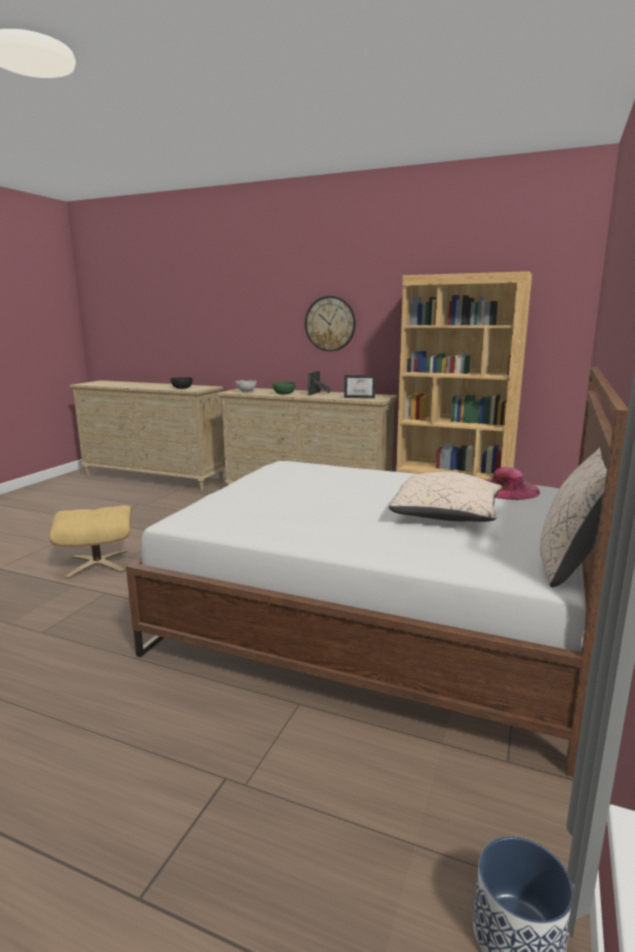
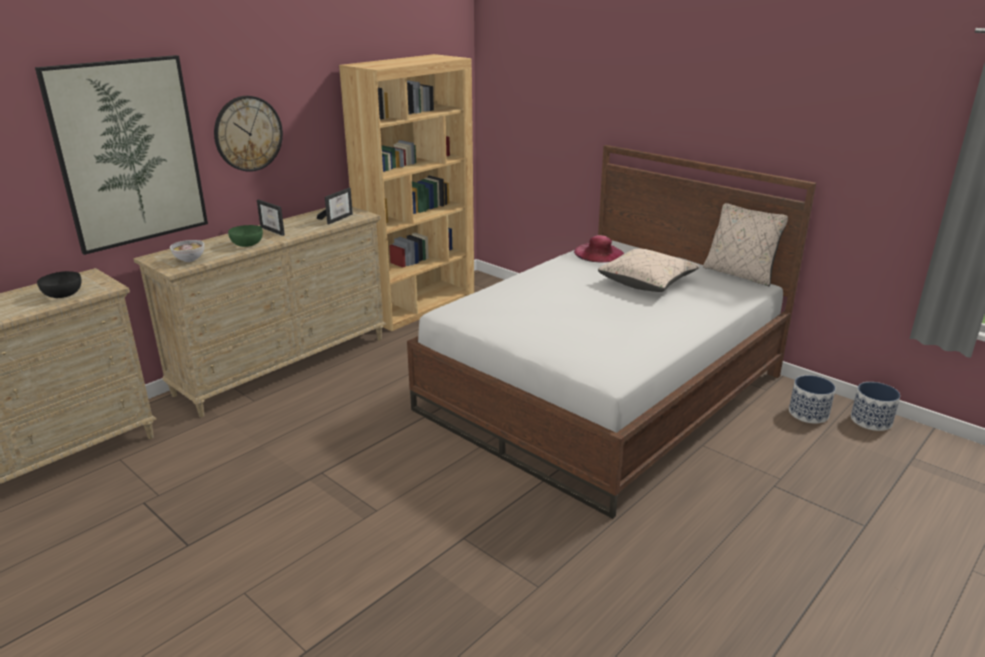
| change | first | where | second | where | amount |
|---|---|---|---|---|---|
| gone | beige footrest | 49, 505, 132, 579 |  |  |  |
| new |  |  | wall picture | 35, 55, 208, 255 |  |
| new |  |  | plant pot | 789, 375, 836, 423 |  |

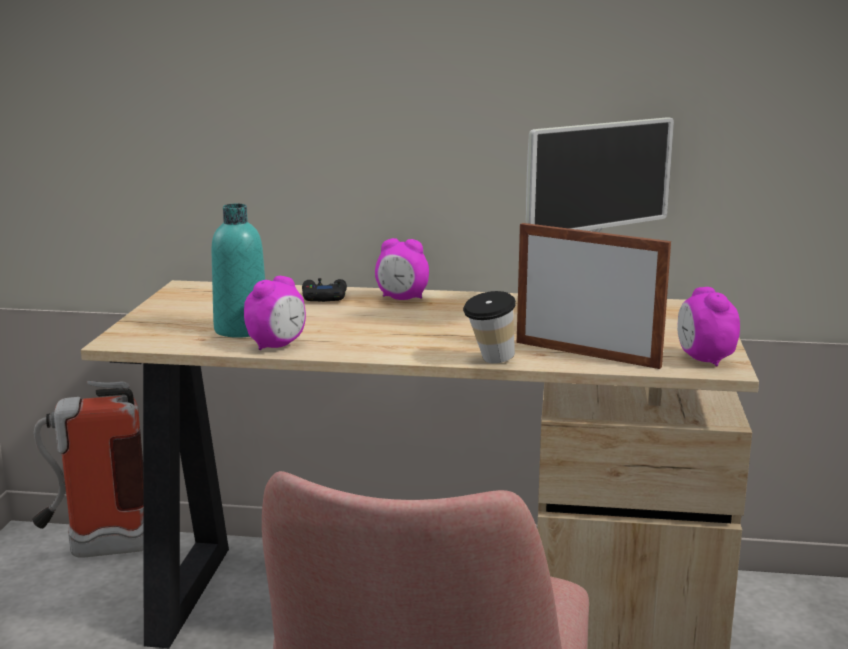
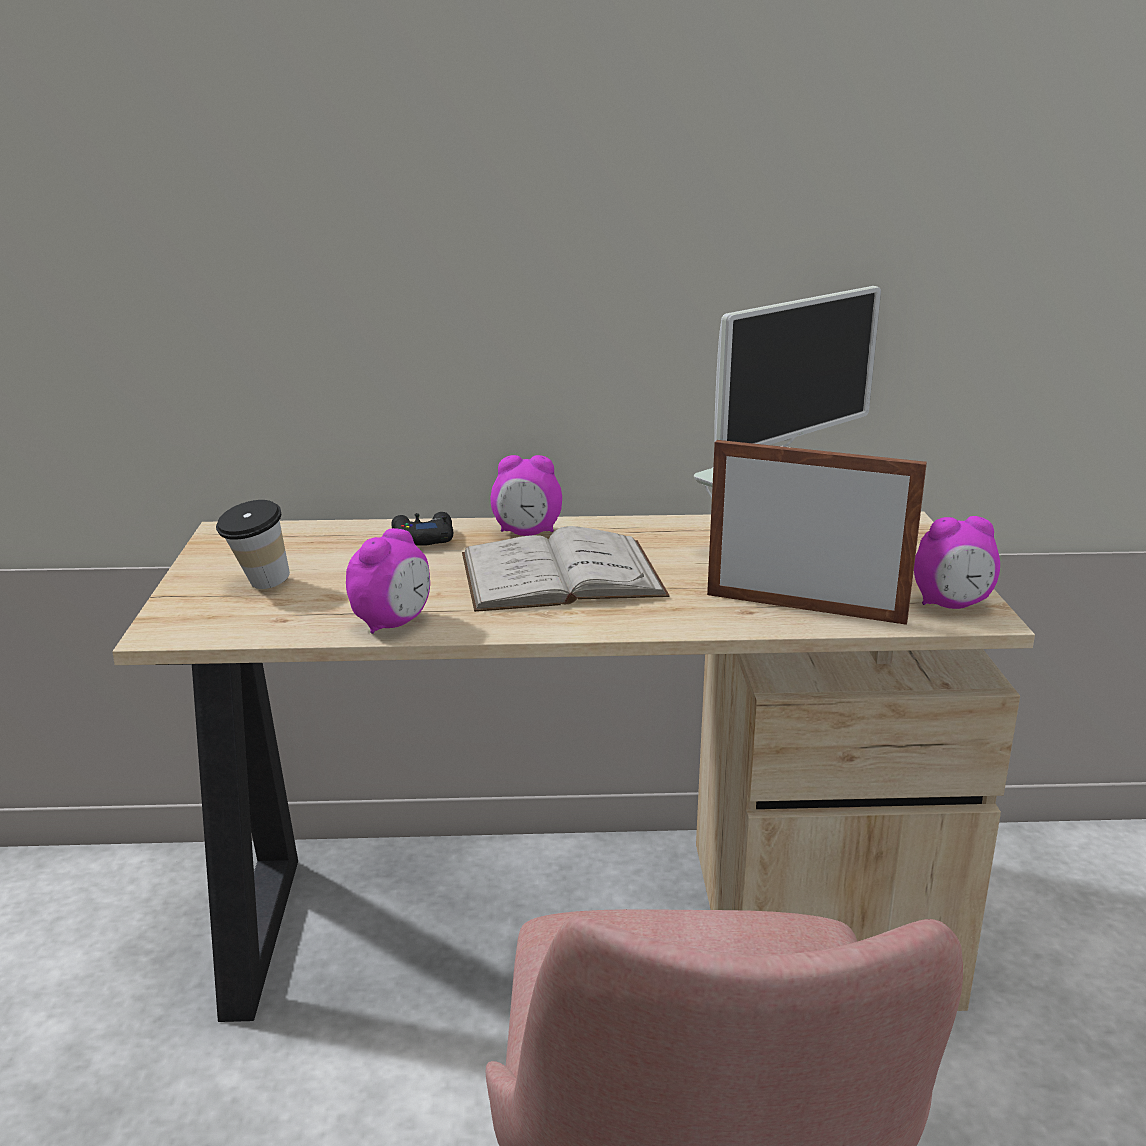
| change | first | where | second | where | amount |
|---|---|---|---|---|---|
| gone | fire extinguisher | 32, 381, 144, 558 |  |  |  |
| gone | blue-green drink bottle | 211, 204, 265, 338 |  |  |  |
| new |  |  | whitish book | 462, 526, 670, 612 |  |
| shifted | small cup | 463, 291, 516, 363 |  | 216, 500, 290, 589 |  |
| rotated | alarm clock | 677, 287, 740, 366 |  | 914, 516, 1000, 609 | 75 degrees counterclockwise |

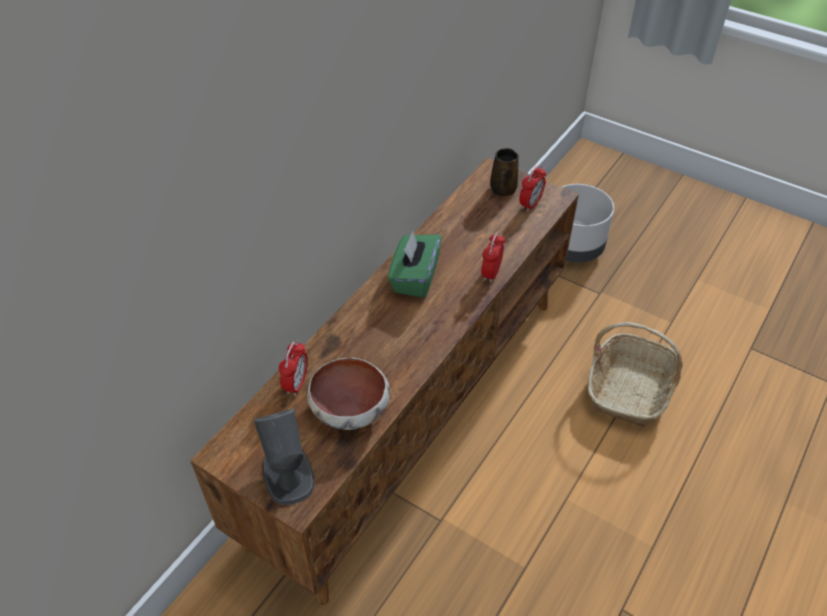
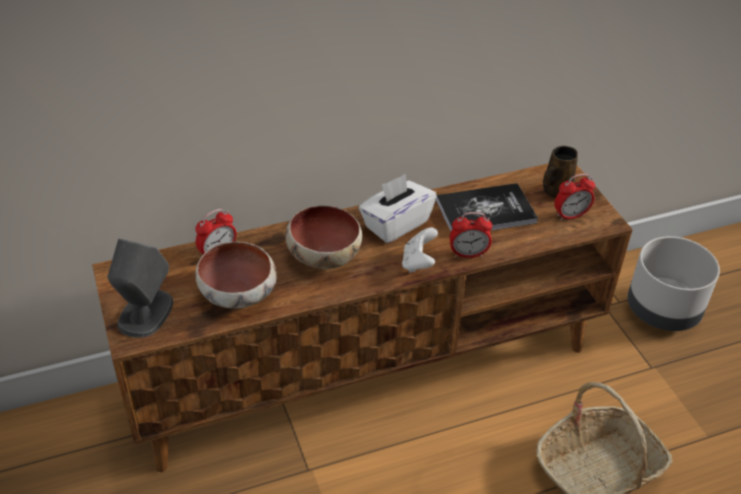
| change | first | where | second | where | amount |
|---|---|---|---|---|---|
| new |  |  | deep dish | 285, 206, 362, 269 |  |
| new |  |  | whitish joypad | 402, 228, 438, 273 |  |
| new |  |  | book | 436, 183, 538, 231 |  |
| repainted | green tissue holder | 388, 231, 442, 298 | whitish tissue holder | 359, 174, 437, 243 |  |
| rotated | alarm clock | 481, 233, 505, 283 |  | 450, 212, 492, 258 | 150 degrees counterclockwise |

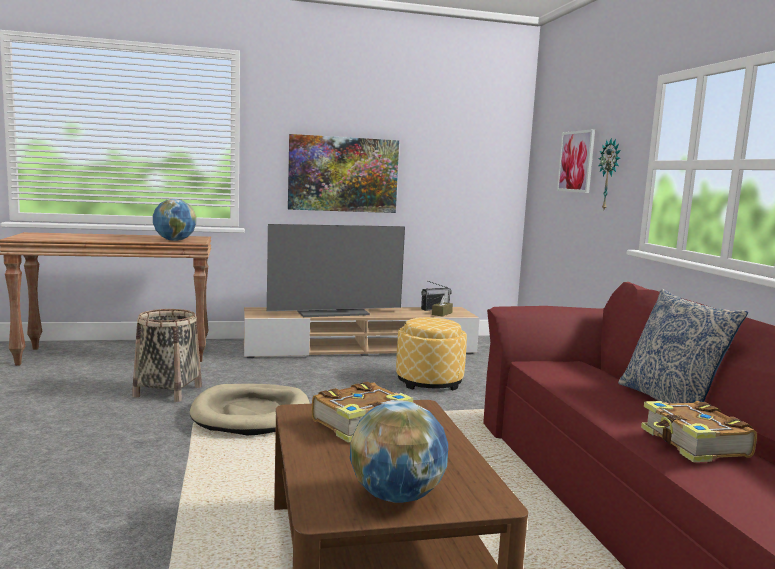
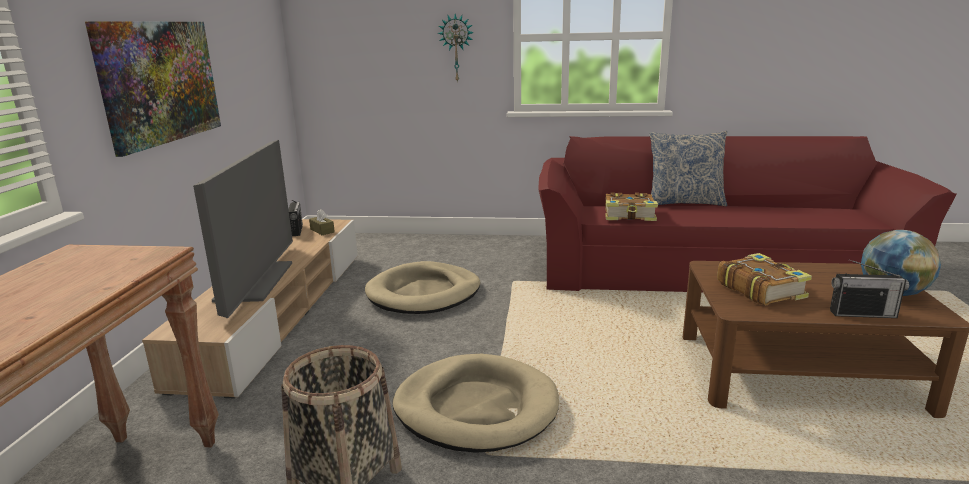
| change | first | where | second | where | amount |
|---|---|---|---|---|---|
| gone | globe | 153, 199, 196, 241 |  |  |  |
| gone | wall picture | 557, 129, 595, 193 |  |  |  |
| new |  |  | radio | 830, 260, 909, 318 |  |
| shifted | book | 641, 401, 757, 462 |  | 605, 193, 658, 221 |  |
| swapped | footrest | 396, 317, 467, 390 | beige pet bed | 365, 261, 481, 314 |  |

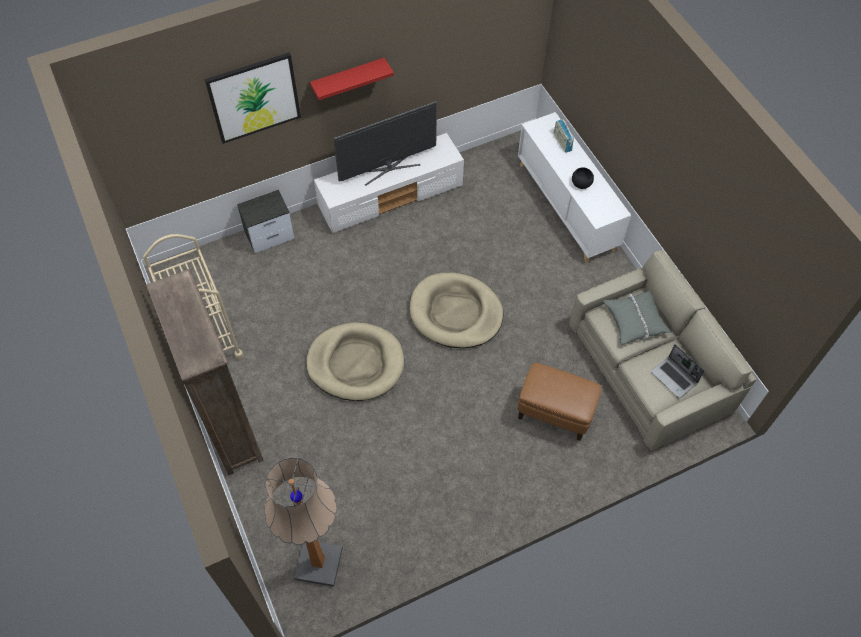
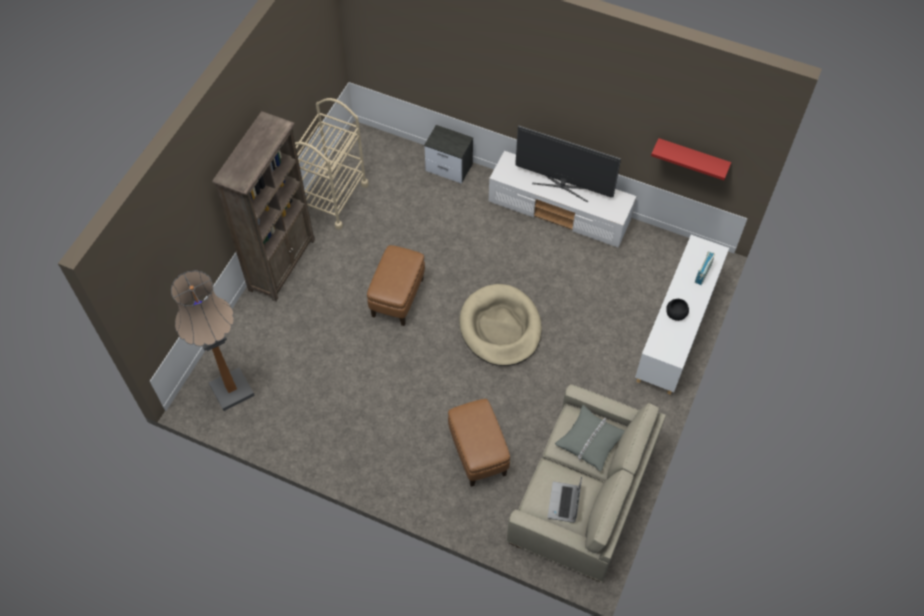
| change | first | where | second | where | amount |
|---|---|---|---|---|---|
| gone | wall picture | 204, 53, 301, 144 |  |  |  |
| shifted | red bracket shelf | 310, 58, 394, 100 |  | 651, 138, 731, 180 |  |
| swapped | beige pet bed | 306, 322, 404, 401 | brown-coloured footrest | 367, 245, 425, 326 |  |

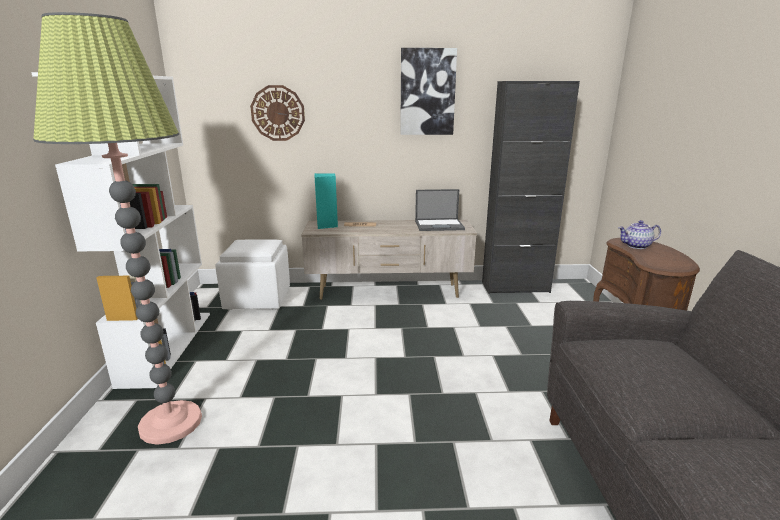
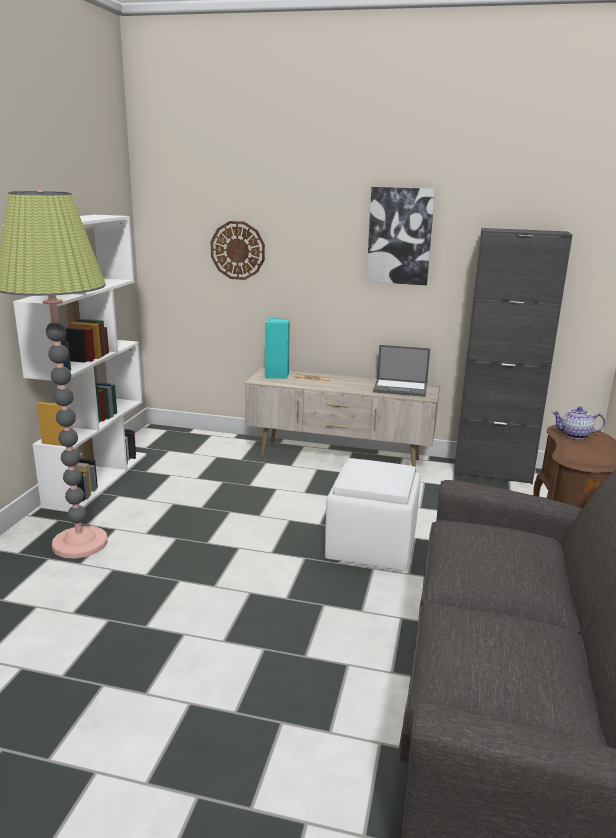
| change | first | where | second | where | amount |
|---|---|---|---|---|---|
| shifted | whitish footrest | 216, 239, 290, 310 |  | 325, 458, 420, 571 |  |

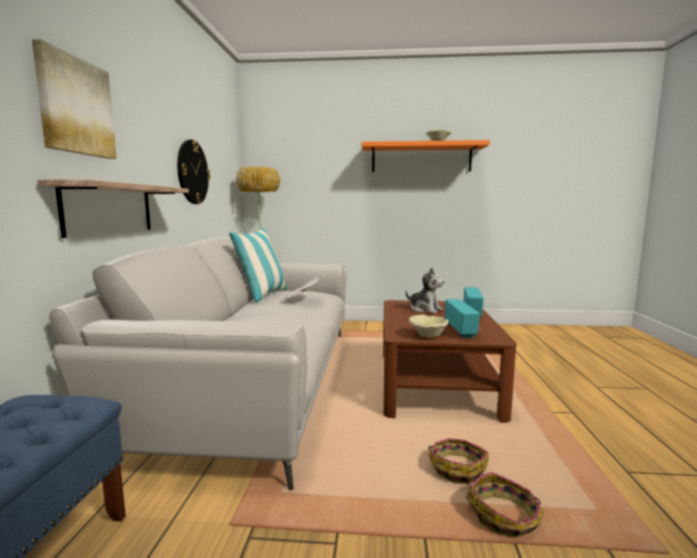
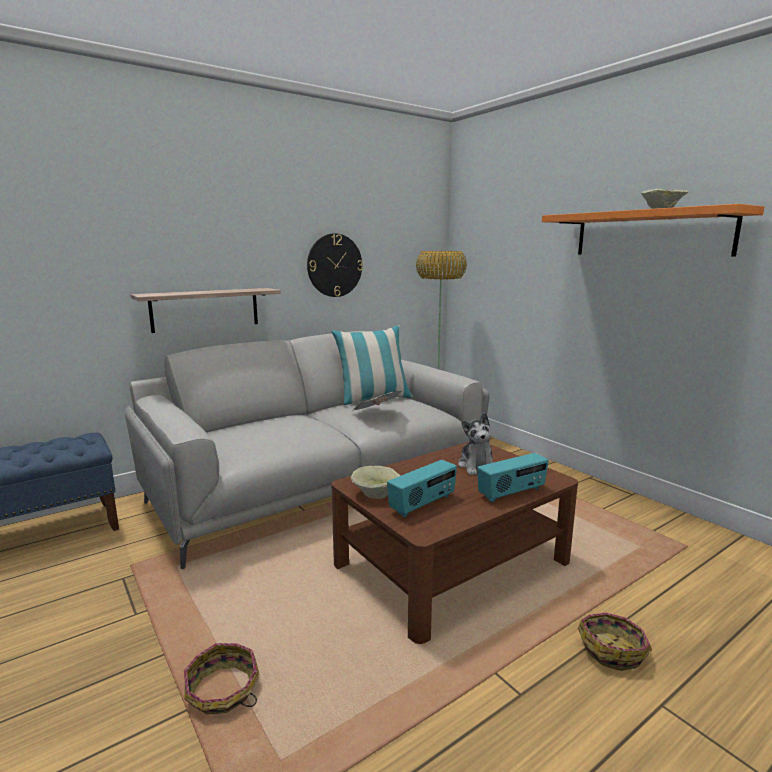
| change | first | where | second | where | amount |
|---|---|---|---|---|---|
| gone | wall picture | 32, 39, 117, 159 |  |  |  |
| shifted | storage basket | 428, 438, 489, 484 |  | 578, 613, 652, 671 |  |

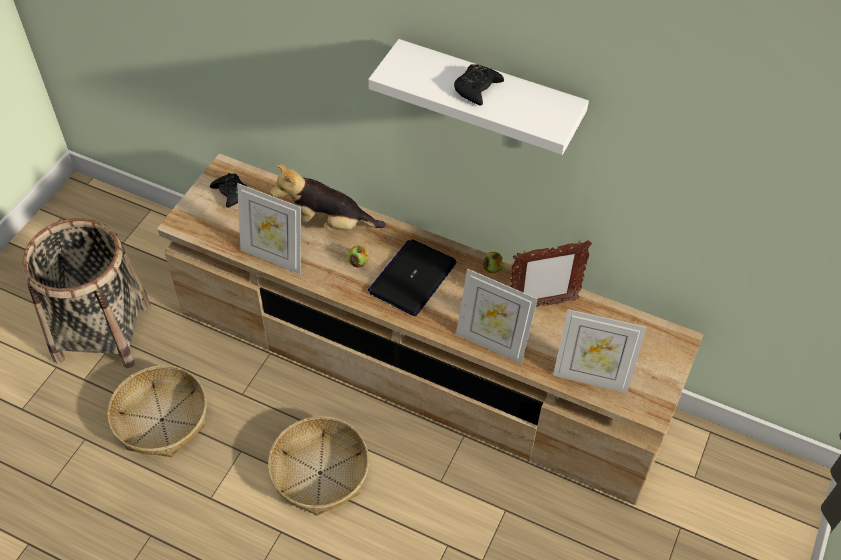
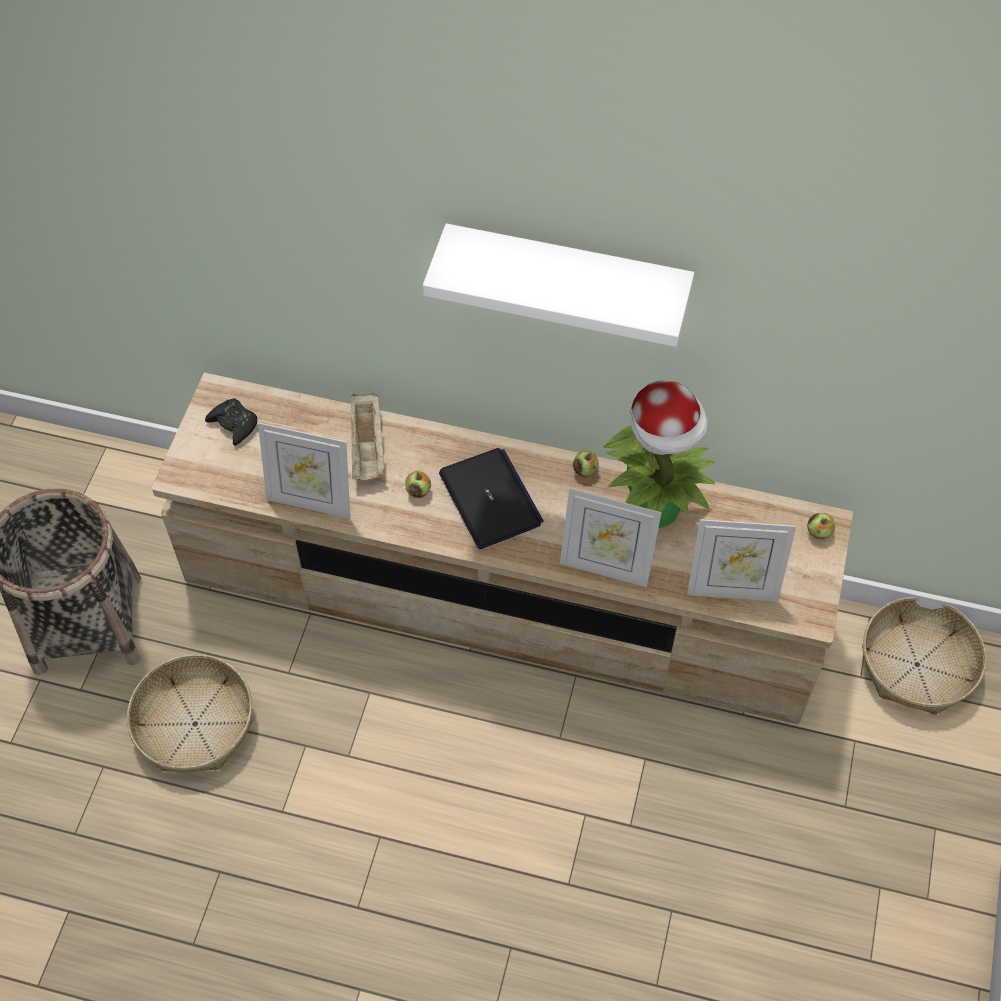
| change | first | where | second | where | amount |
|---|---|---|---|---|---|
| gone | blackish joypad | 454, 64, 504, 106 |  |  |  |
| new |  |  | apple | 807, 513, 835, 539 |  |
| shifted | storage basket | 268, 416, 369, 516 |  | 862, 597, 986, 715 |  |
| swapped | soft toy | 270, 164, 386, 231 | beige serving tray | 351, 393, 385, 480 |  |
| swapped | standing frame | 510, 240, 592, 307 | plant in a pot | 604, 380, 715, 528 |  |
| rotated | portable computer | 368, 239, 457, 316 |  | 439, 448, 544, 549 | 135 degrees clockwise |

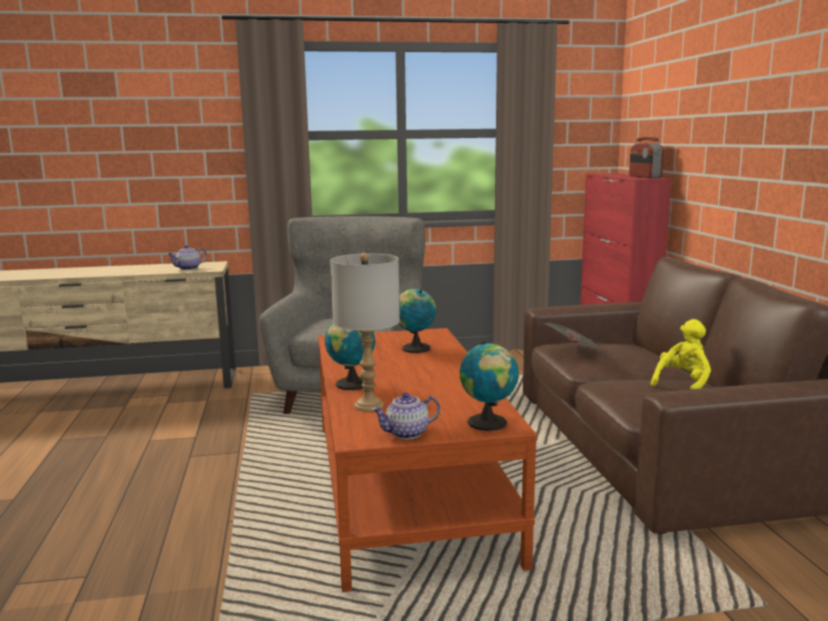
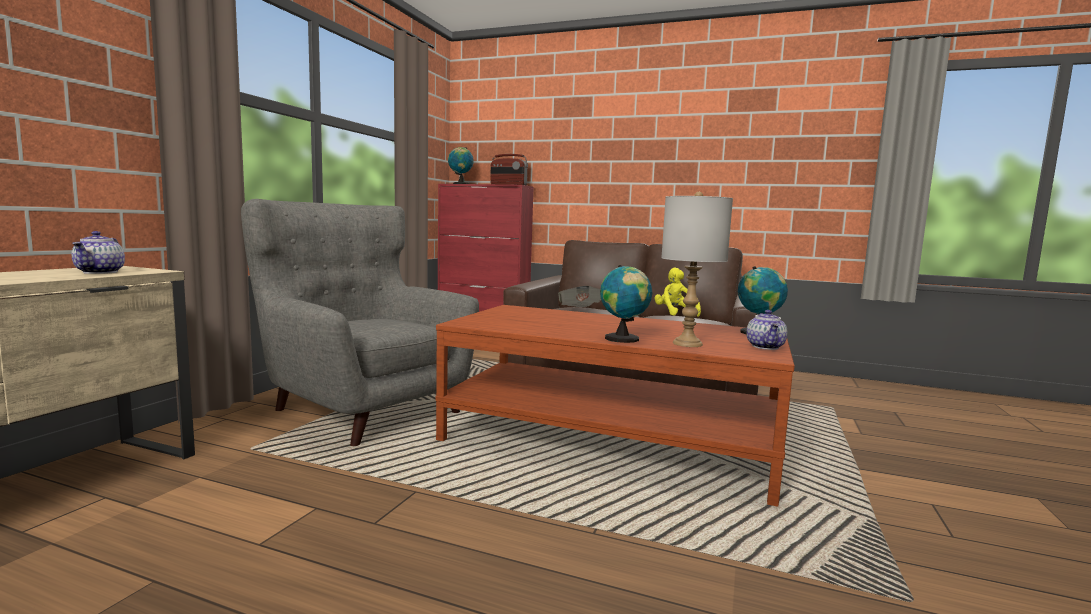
| change | first | where | second | where | amount |
|---|---|---|---|---|---|
| shifted | globe | 398, 289, 436, 353 |  | 448, 147, 474, 184 |  |

